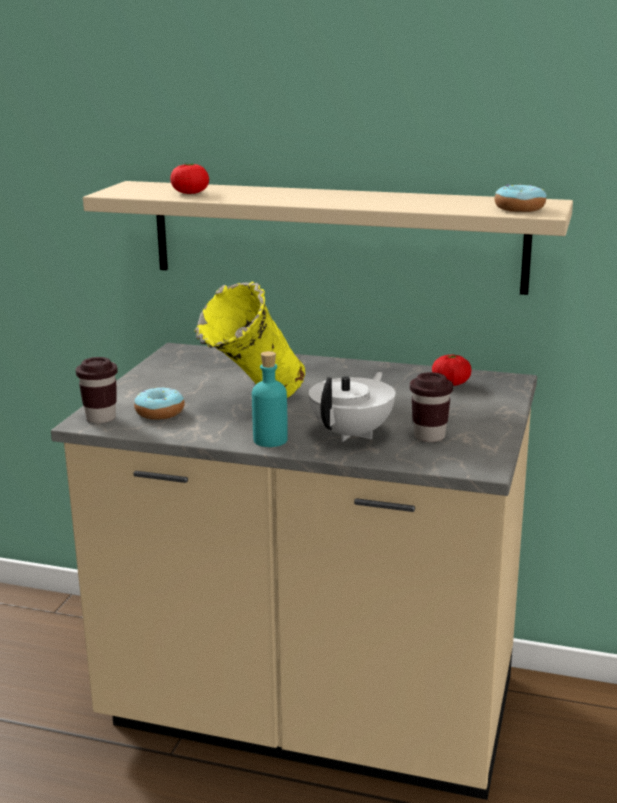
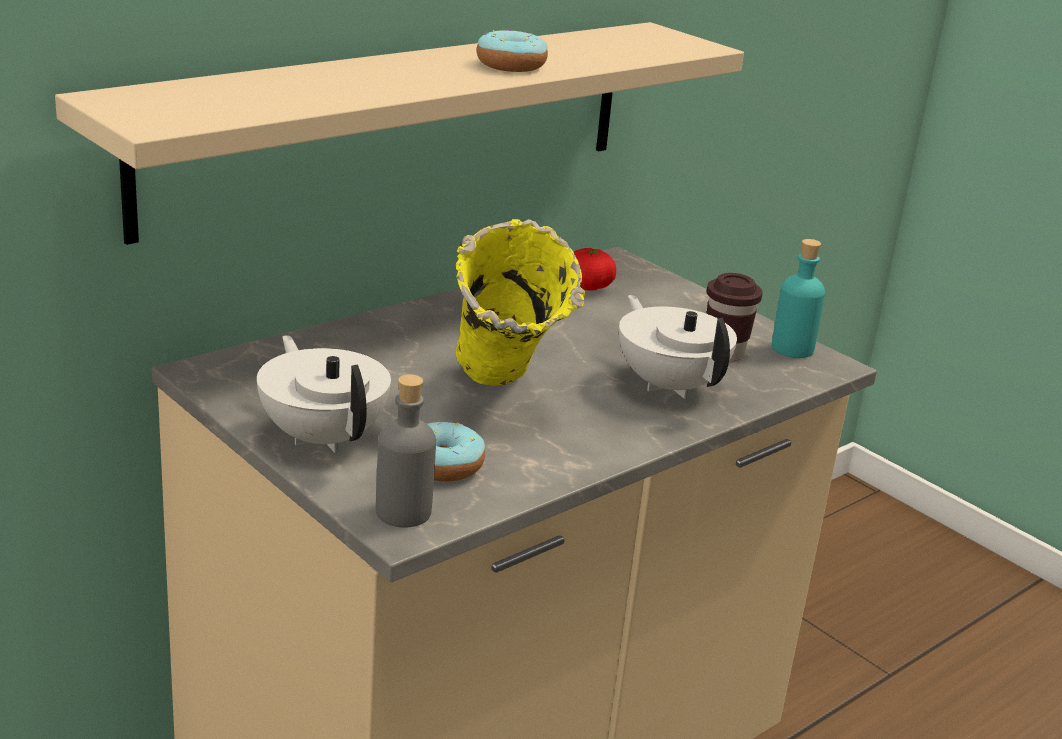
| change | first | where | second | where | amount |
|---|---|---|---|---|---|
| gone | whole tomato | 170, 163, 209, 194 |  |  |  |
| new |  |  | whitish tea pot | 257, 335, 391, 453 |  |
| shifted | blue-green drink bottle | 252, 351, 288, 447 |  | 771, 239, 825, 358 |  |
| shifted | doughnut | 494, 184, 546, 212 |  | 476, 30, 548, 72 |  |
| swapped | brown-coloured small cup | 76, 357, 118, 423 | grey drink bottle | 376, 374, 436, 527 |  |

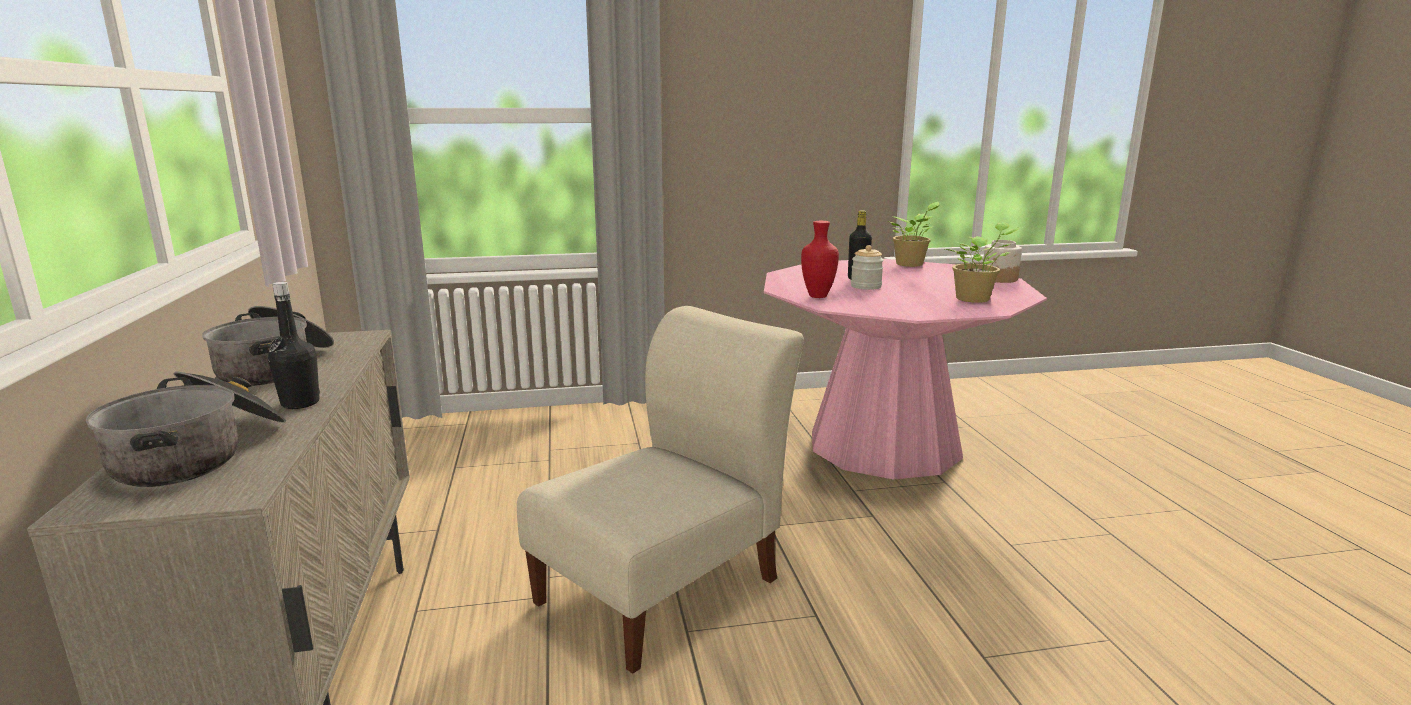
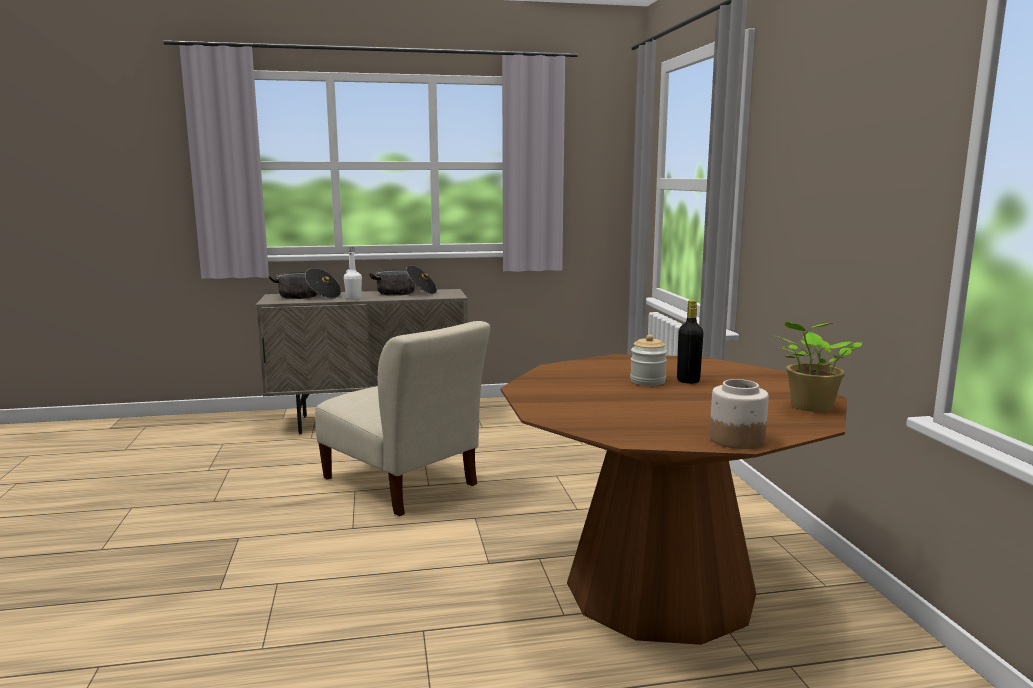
| change | first | where | second | where | amount |
|---|---|---|---|---|---|
| gone | red decorative vase | 801, 221, 839, 298 |  |  |  |
| gone | plant in a pot | 945, 222, 1022, 303 |  |  |  |
| repainted | blackish drink bottle | 268, 282, 320, 409 | whitish drink bottle | 344, 247, 362, 300 |  |
| repainted | pinkish dining table | 764, 259, 1047, 480 | brown-coloured dining table | 500, 354, 847, 645 |  |

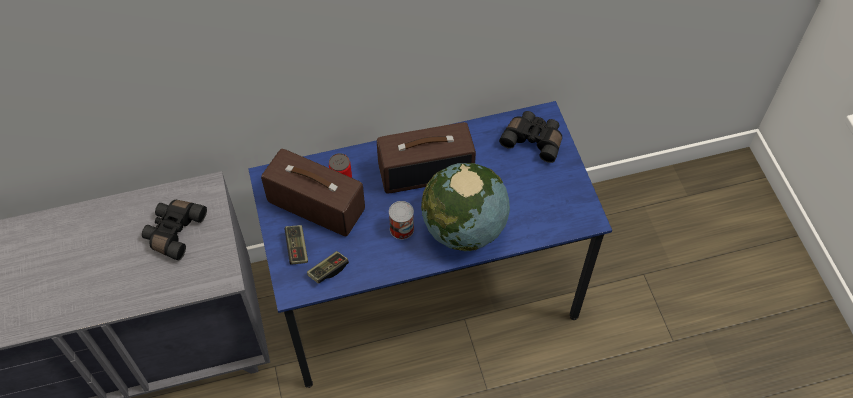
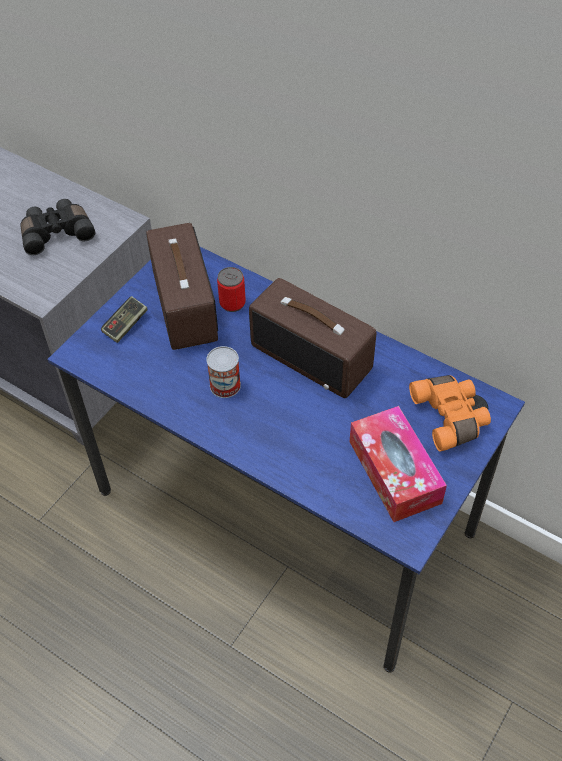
| change | first | where | second | where | amount |
|---|---|---|---|---|---|
| gone | joypad | 307, 251, 349, 284 |  |  |  |
| gone | globe | 421, 163, 510, 251 |  |  |  |
| new |  |  | tissue holder | 350, 406, 447, 522 |  |
| repainted | blackish pair of binoculars | 499, 111, 562, 163 | orange pair of binoculars | 409, 375, 491, 451 |  |

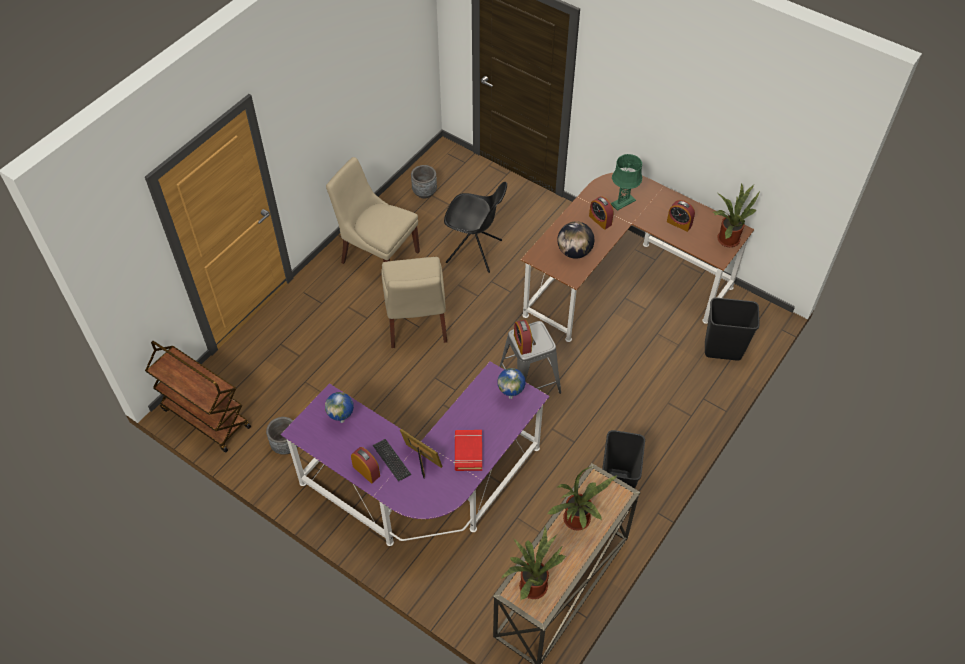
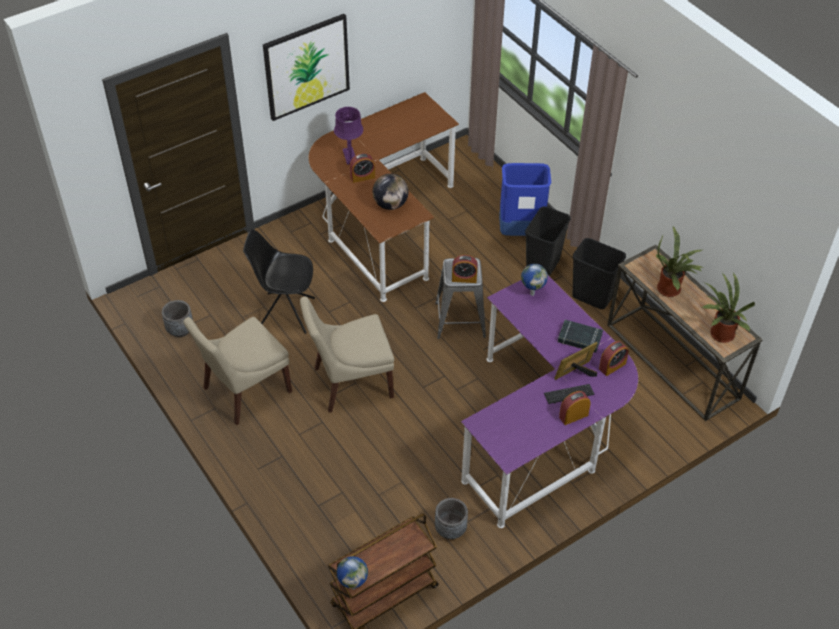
| change | first | where | second | where | amount |
|---|---|---|---|---|---|
| gone | plant in a pot | 713, 183, 760, 247 |  |  |  |
| new |  |  | wall picture | 263, 14, 350, 121 |  |
| new |  |  | bluish rubbish bin | 499, 163, 551, 236 |  |
| shifted | globe | 325, 392, 354, 423 |  | 337, 556, 368, 590 |  |
| shifted | alarm clock | 667, 200, 695, 232 |  | 599, 341, 629, 376 |  |
| shifted | blackish rubbish bin | 705, 298, 759, 361 |  | 525, 206, 571, 277 |  |
| repainted | red book | 454, 430, 482, 471 | blackish book | 558, 320, 603, 353 |  |
| repainted | green table lamp | 611, 154, 642, 211 | purplish table lamp | 334, 107, 363, 165 |  |
| rotated | beige plain chair | 381, 257, 447, 348 |  | 300, 296, 394, 413 | 150 degrees clockwise |
| rotated | blackish plain chair | 444, 182, 507, 273 |  | 243, 230, 315, 334 | 120 degrees counterclockwise |

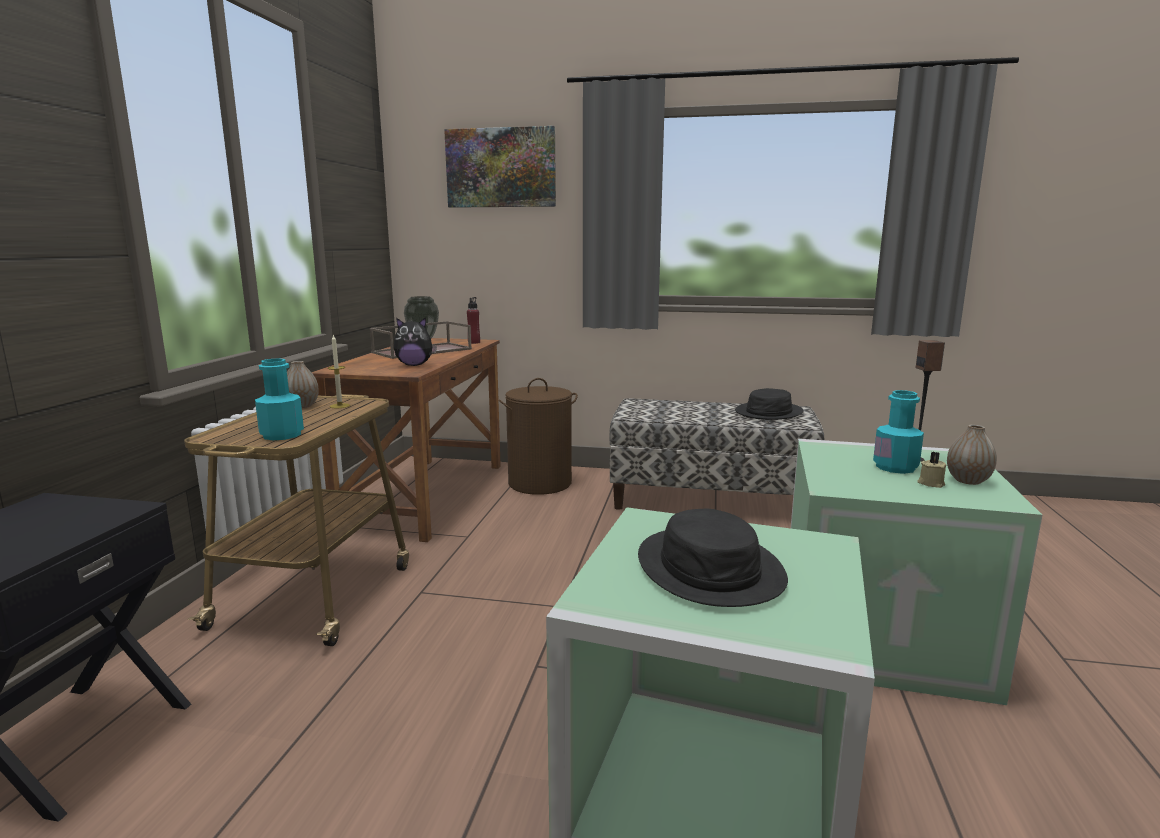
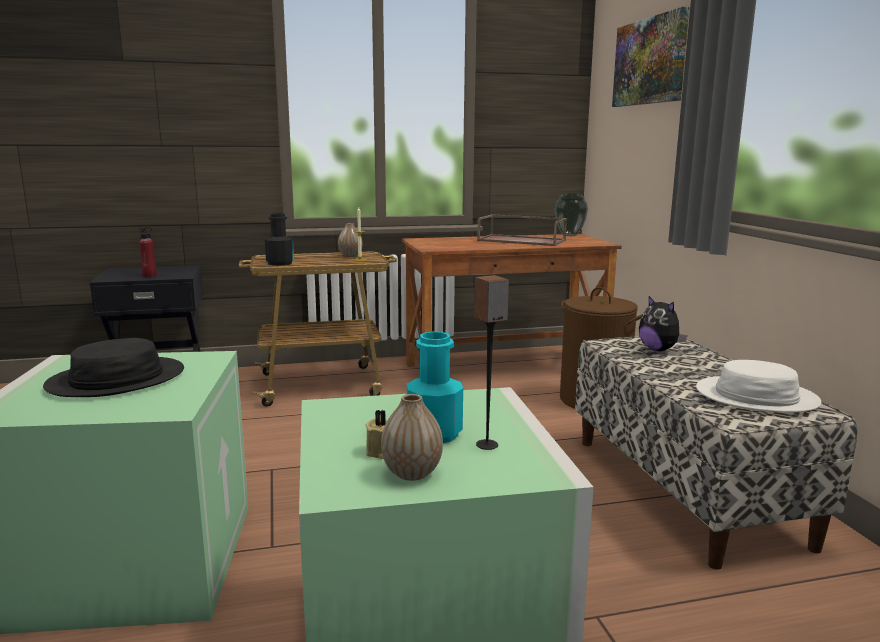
| change | first | where | second | where | amount |
|---|---|---|---|---|---|
| shifted | soft toy | 393, 317, 437, 366 |  | 639, 296, 687, 351 |  |
| shifted | red drink bottle | 467, 297, 480, 344 |  | 139, 227, 157, 277 |  |
| repainted | blue-green drink bottle | 255, 359, 304, 440 | blackish drink bottle | 265, 213, 294, 266 |  |
| repainted | blackish clothing hat | 735, 388, 804, 420 | whitish clothing hat | 696, 360, 822, 413 |  |

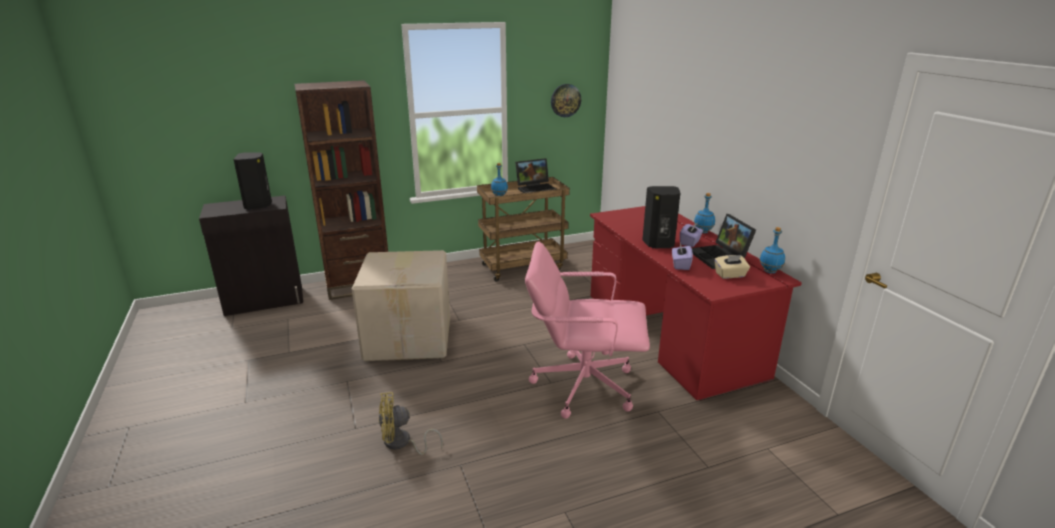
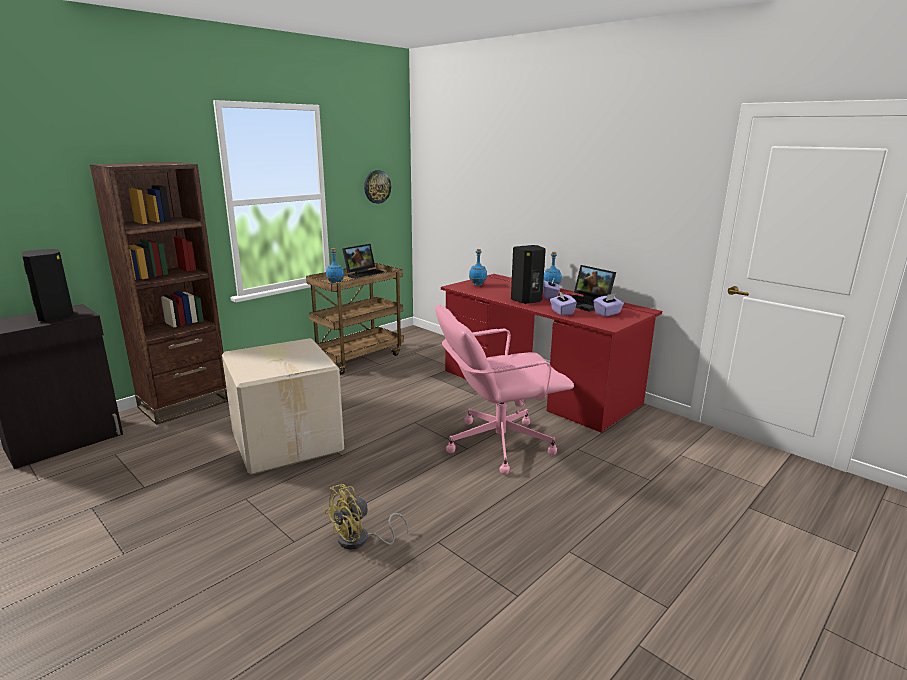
| change | first | where | second | where | amount |
|---|---|---|---|---|---|
| shifted | bluish drink bottle | 760, 227, 785, 273 |  | 469, 249, 487, 286 |  |
| repainted | beige tissue holder | 714, 255, 750, 279 | purplish tissue holder | 593, 293, 624, 317 |  |

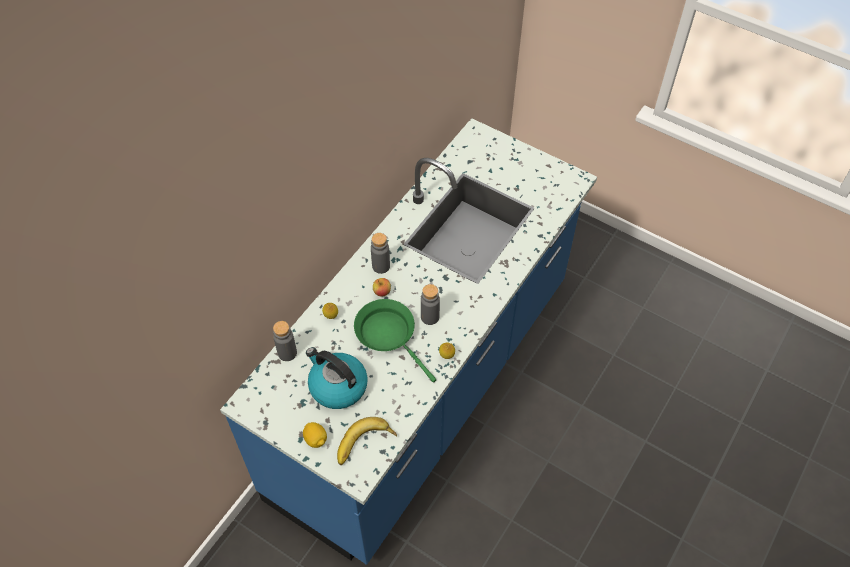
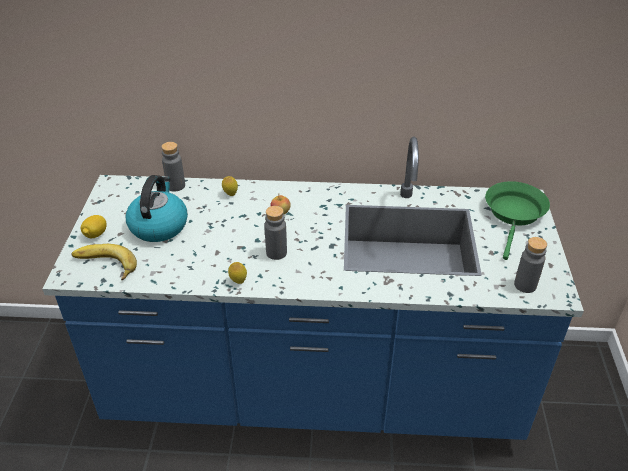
| change | first | where | second | where | amount |
|---|---|---|---|---|---|
| shifted | green skillet | 354, 299, 436, 382 |  | 485, 181, 550, 260 |  |
| shifted | grey drink bottle | 371, 233, 390, 274 |  | 514, 237, 547, 293 |  |

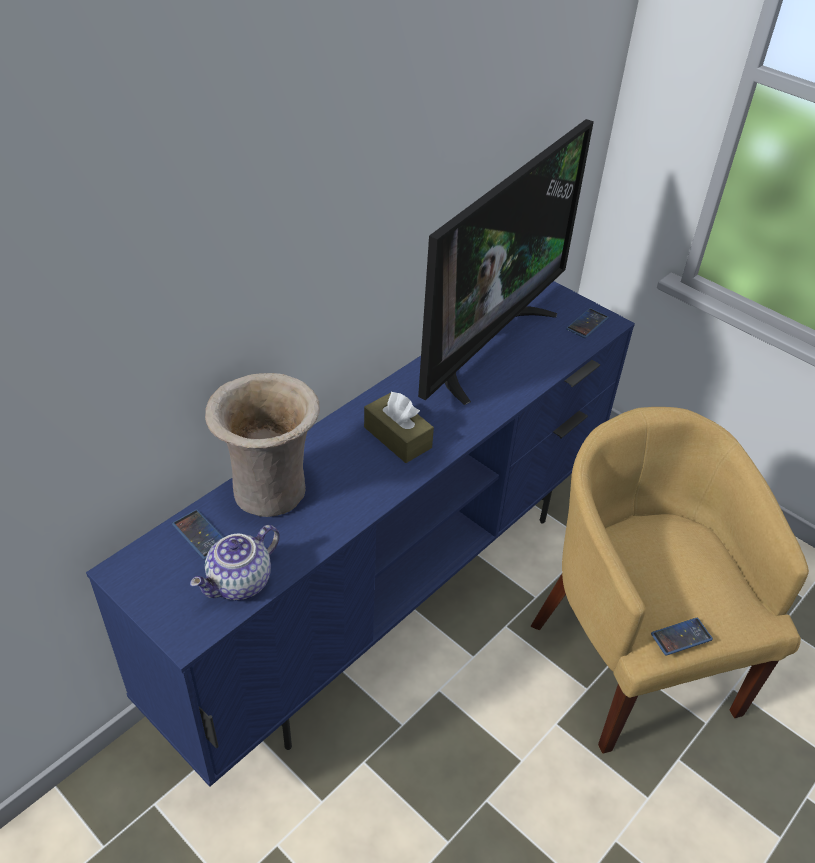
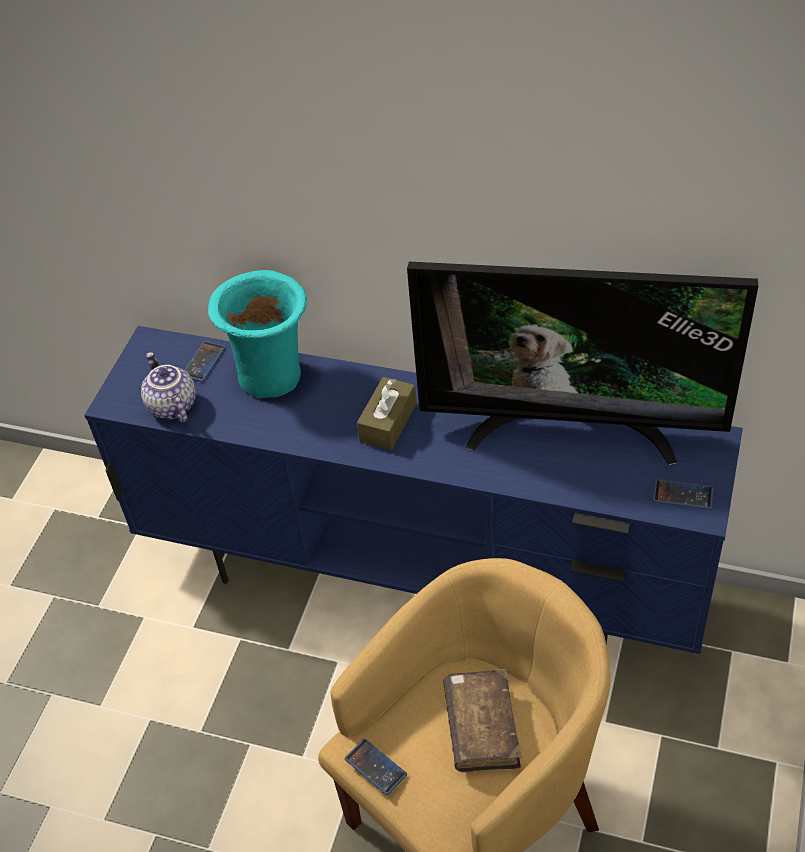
| change | first | where | second | where | amount |
|---|---|---|---|---|---|
| new |  |  | brown-coloured book | 443, 669, 522, 772 |  |
| repainted | beige decorative vase | 205, 373, 320, 517 | blue-green decorative vase | 208, 270, 307, 398 |  |
| rotated | tea pot | 190, 525, 280, 600 |  | 141, 352, 196, 422 | 45 degrees clockwise |

